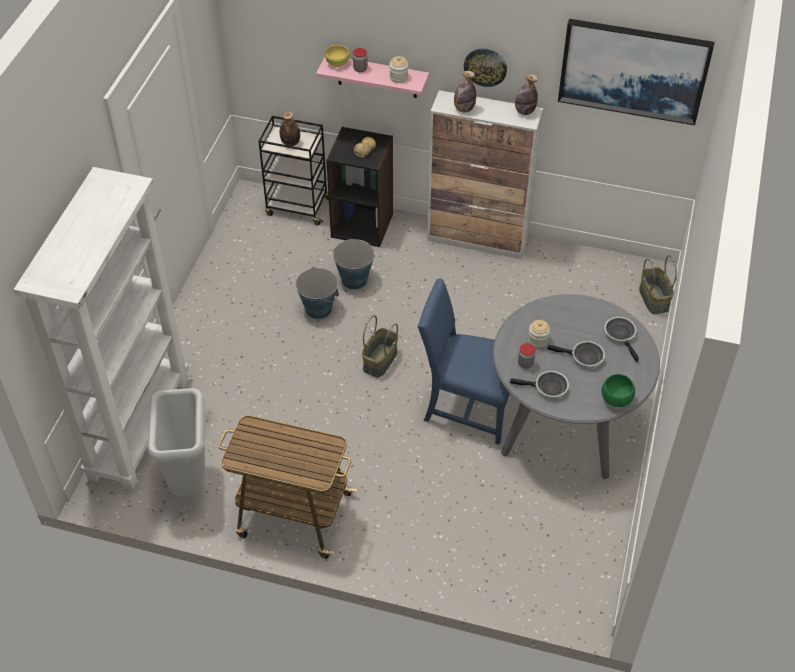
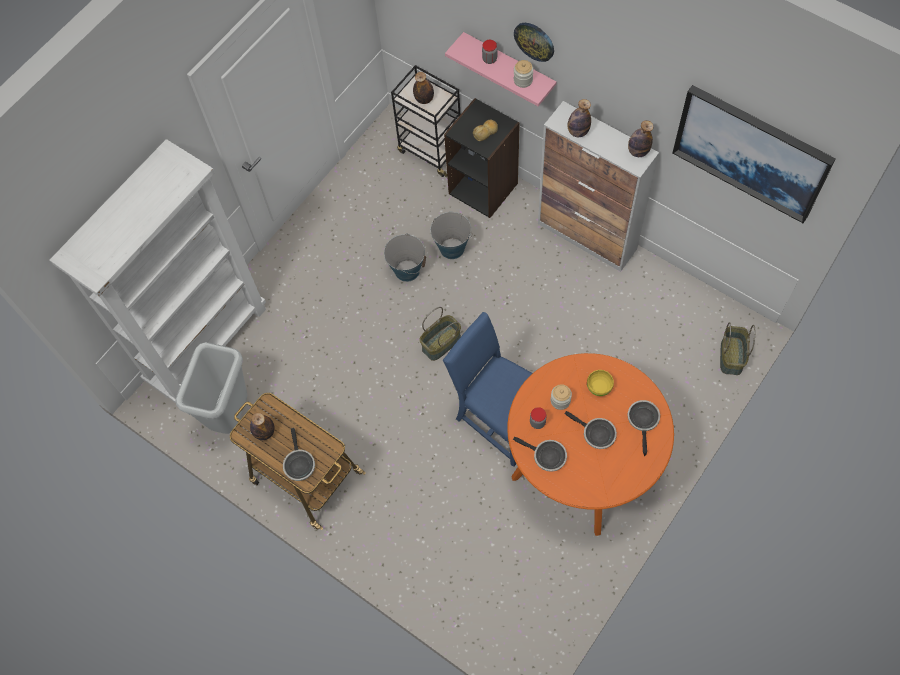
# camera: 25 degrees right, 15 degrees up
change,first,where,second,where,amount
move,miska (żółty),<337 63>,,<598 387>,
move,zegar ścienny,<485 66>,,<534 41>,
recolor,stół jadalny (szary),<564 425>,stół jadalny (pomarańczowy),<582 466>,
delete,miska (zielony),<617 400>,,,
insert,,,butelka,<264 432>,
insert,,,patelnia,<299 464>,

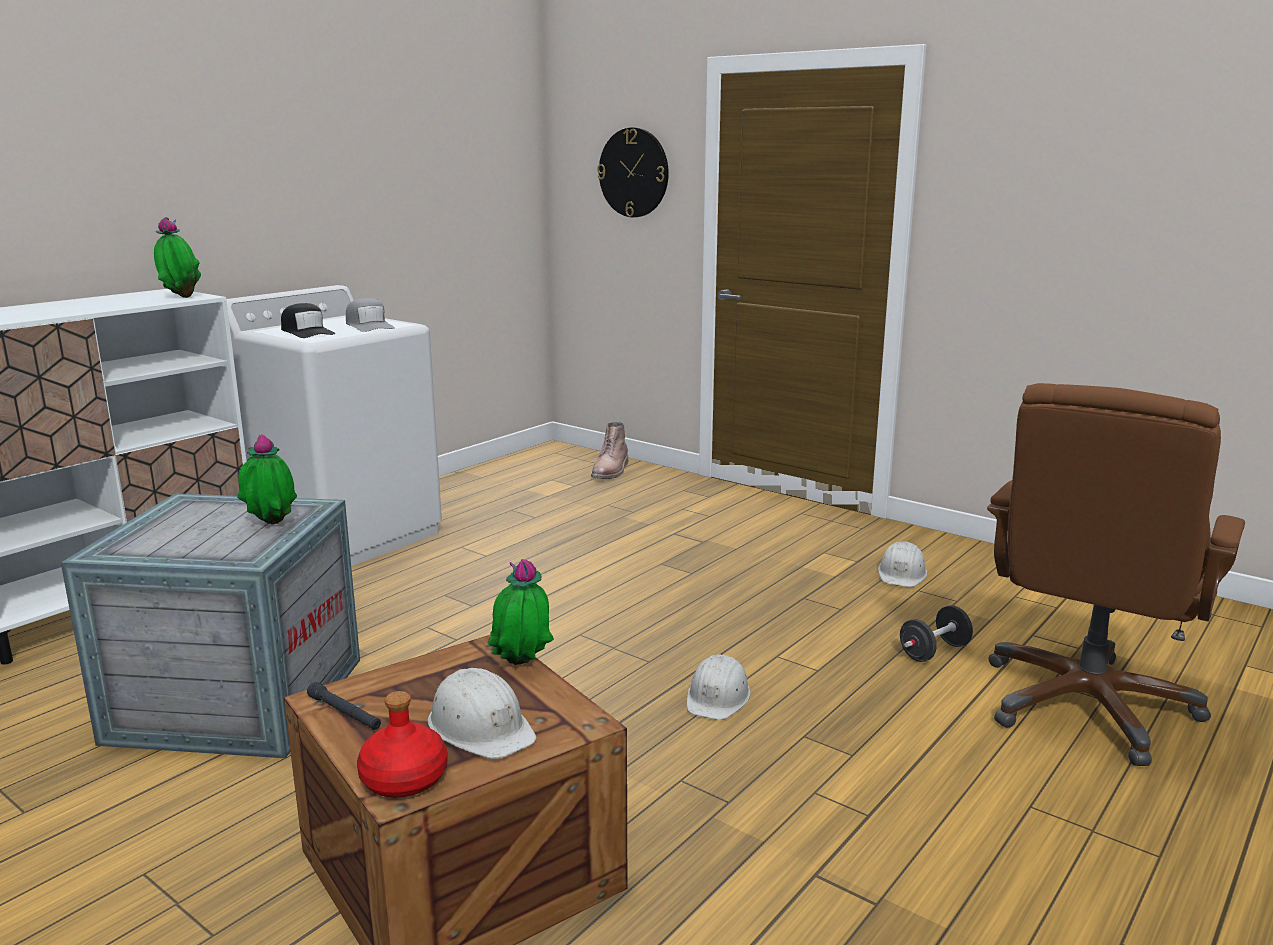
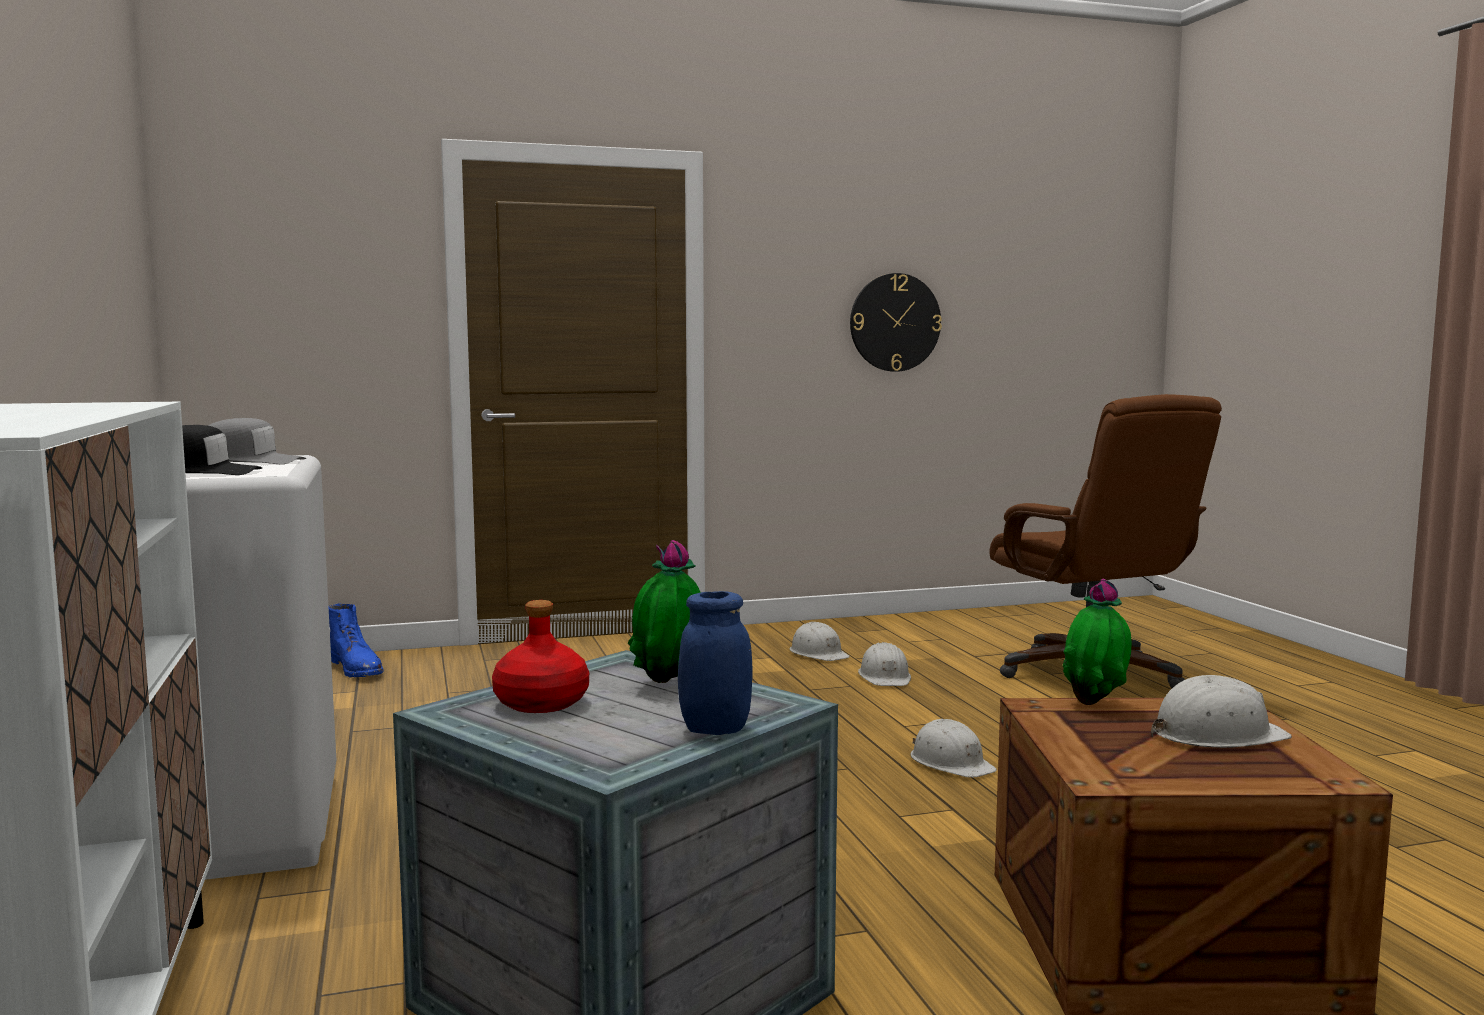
# camera: 55 degrees left, 10 degrees down
change,first,where,second,where,amount
delete,roślina doniczkowa,<180 297>,,,
delete,latarka (czarny),<344 713>,,,
move,butelka (czerwony),<403 779>,,<541 703>,
recolor,but z cholewką (brązowy),<611 471>,but z cholewką (niebieski),<357 669>,
move,zegar ścienny,<634 172>,,<895 322>,
delete,hantel (czarny),<934 652>,,,
insert,,,słoik (niebieski),<715 729>,
insert,,,kask (biały),<885 677>,

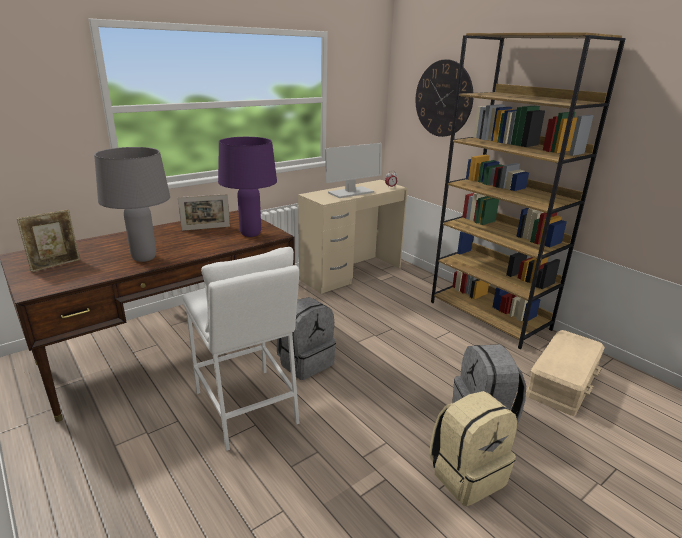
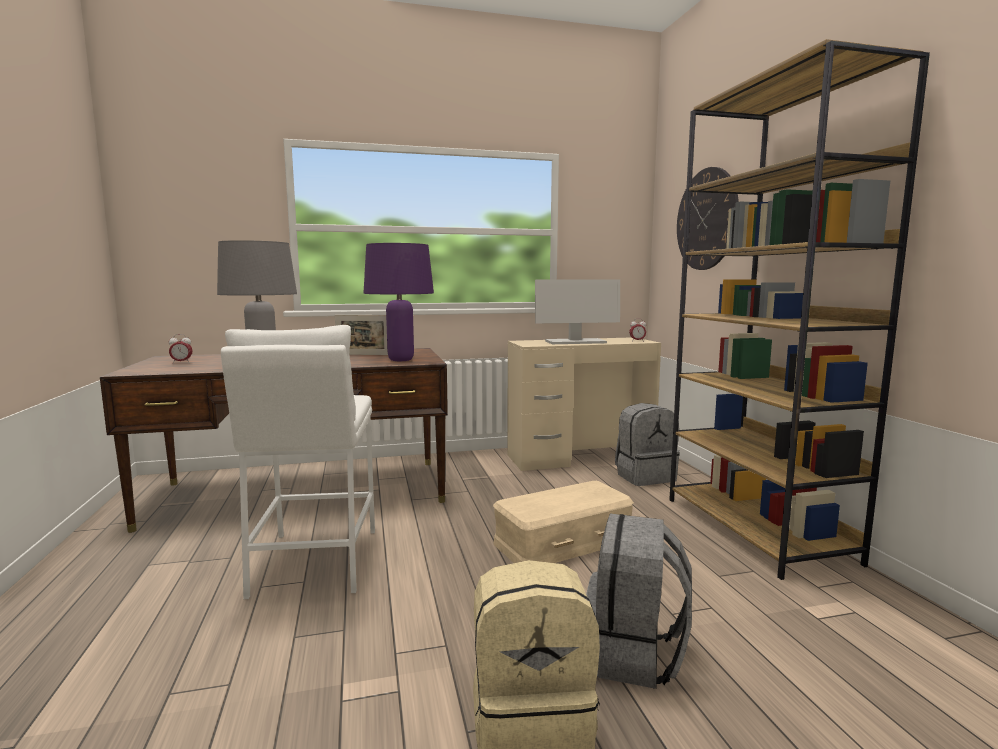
# camera: 25 degrees right, 15 degrees down
change,first,where,second,where,amount
replace,ramka na zdjęcie,<56 265>,budzik,<181 363>,
move,plecak (szary),<305 362>,,<644 476>,
move,pojemnik do przechowywania (beżowy),<561 381>,,<562 541>,

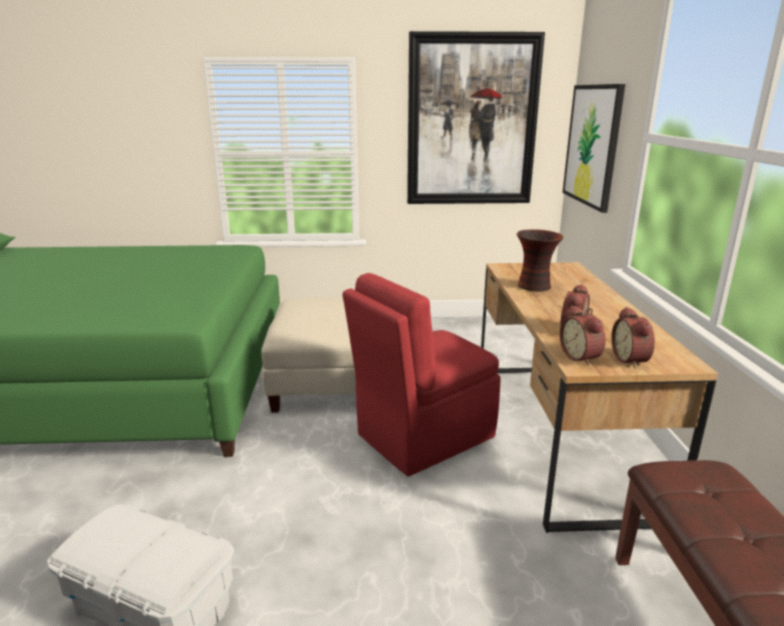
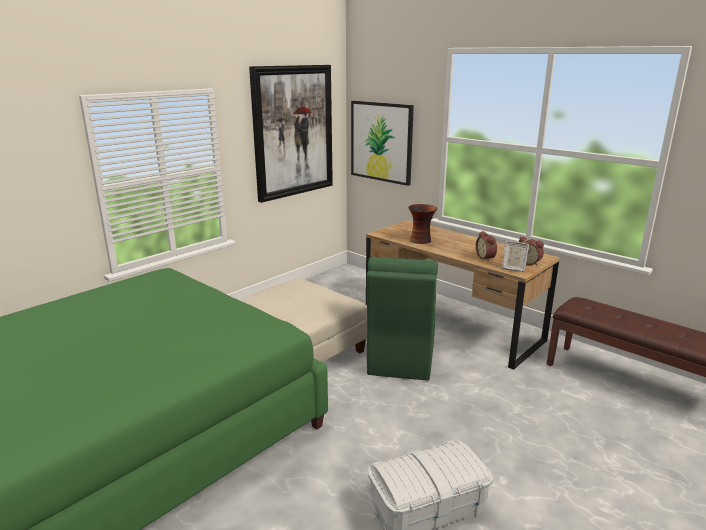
# camera: 45 degrees left, 0 degrees up
change,first,where,second,where,amount
recolor,krzesło (czerwony),<422 437>,krzesło (zielony),<400 358>,
replace,budzik,<581 357>,ramka na zdjęcie,<513 268>,

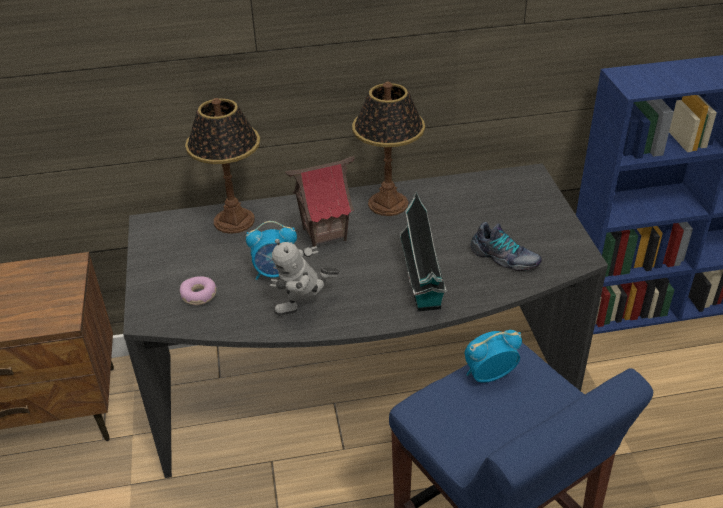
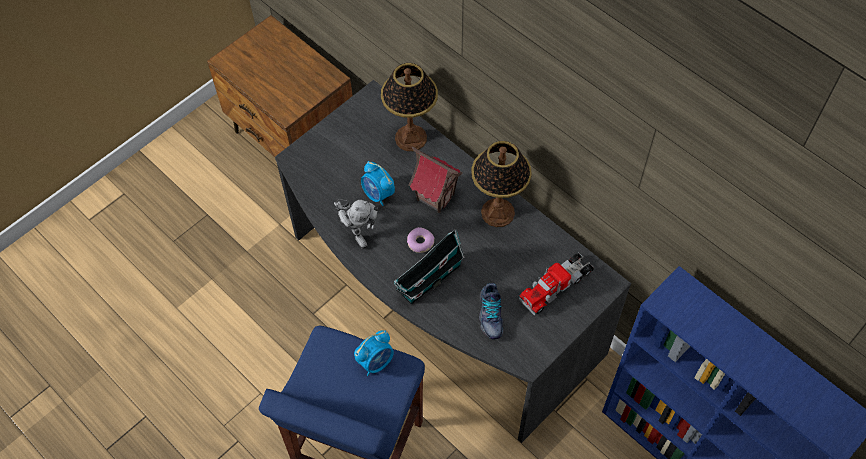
# camera: 55 degrees right, 20 degrees up
change,first,where,second,where,amount
move,donut,<199 295>,,<420 243>,
rotate,robot zabawkowy,<305 309>,,<357 231>,150 degrees counterclockwise
rotate,budzik,<488 375>,,<376 362>,105 degrees clockwise
insert,,,ciężarówka zabawkowa,<556 286>,

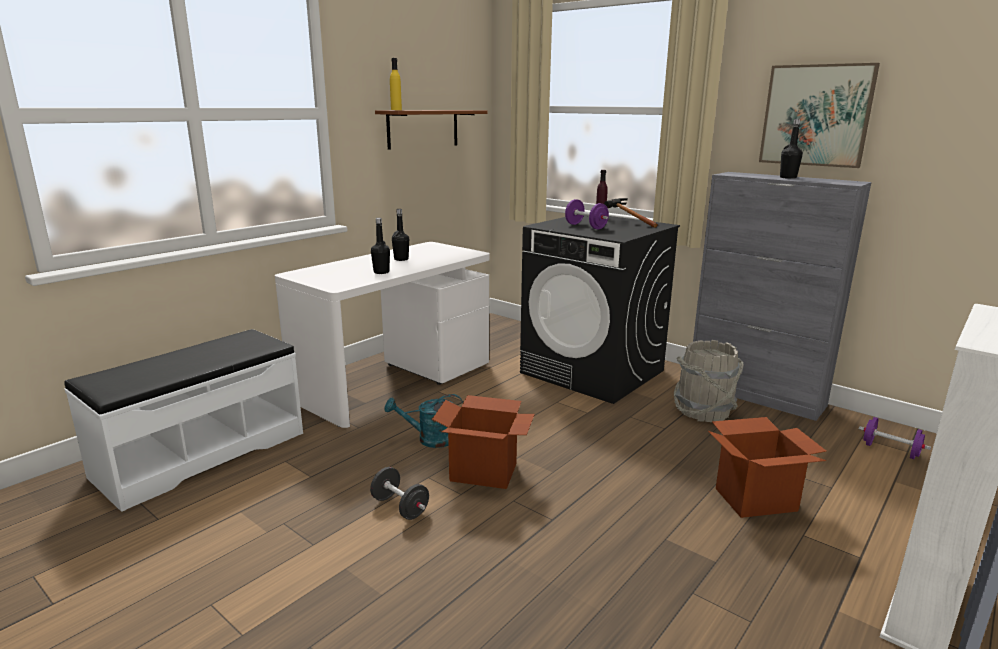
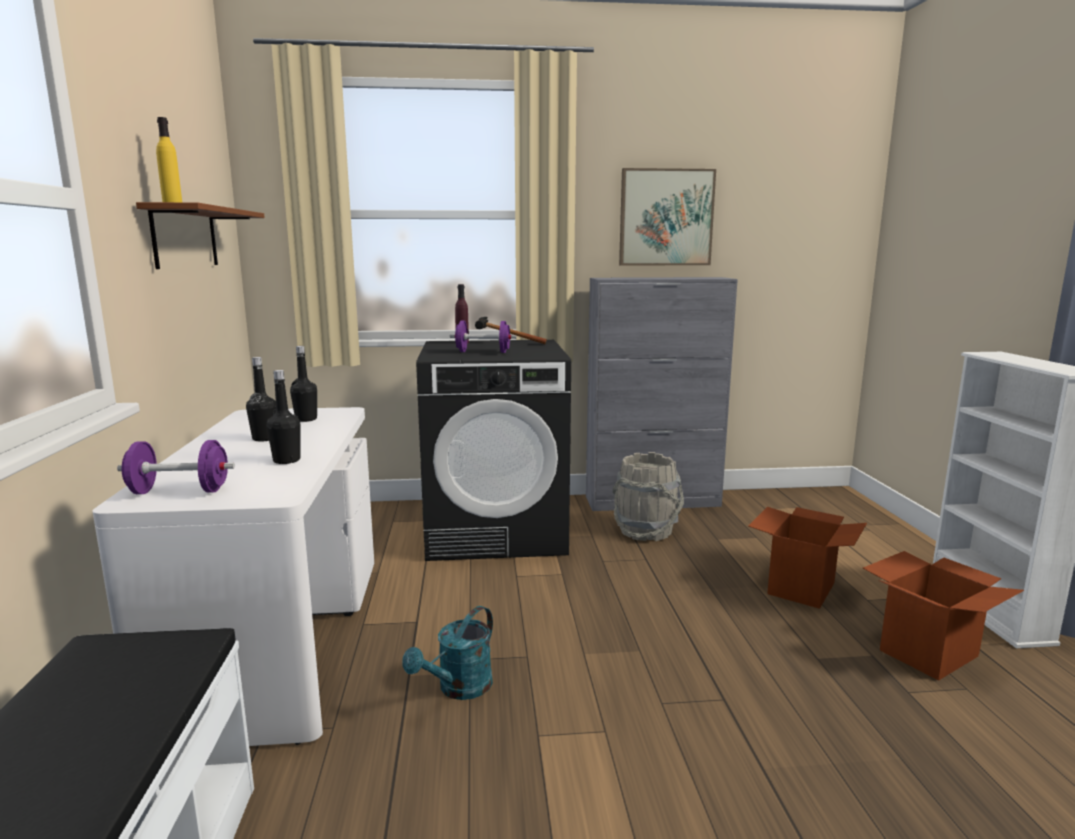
# camera: 45 degrees left, 5 degrees down
change,first,where,second,where,amount
delete,hantel (czarny),<400 507>,,,
move,karton,<484 472>,,<928 653>,
move,butelka (czarny),<788 177>,,<306 419>,
move,hantel (fioletowy),<890 450>,,<179 491>,

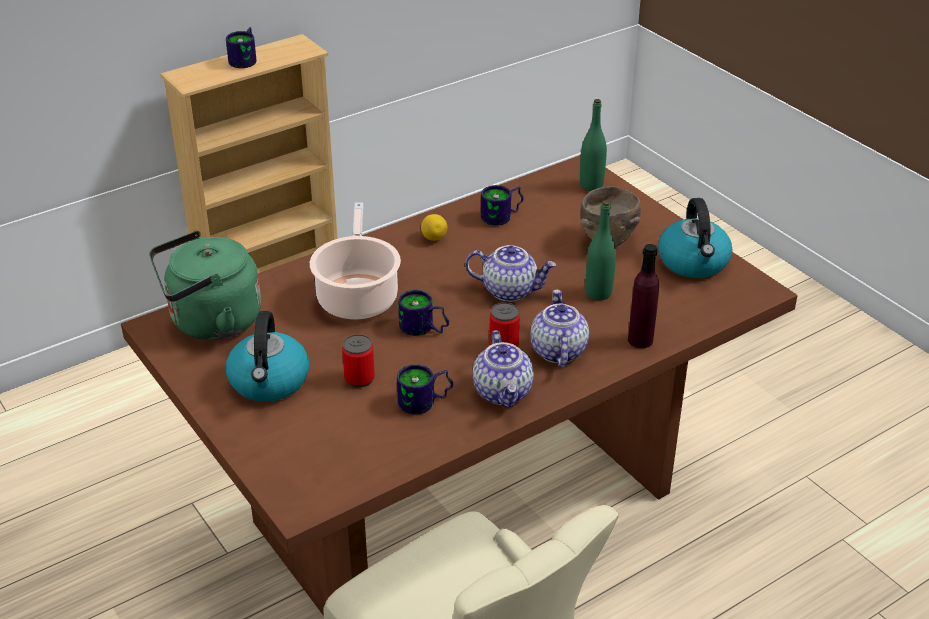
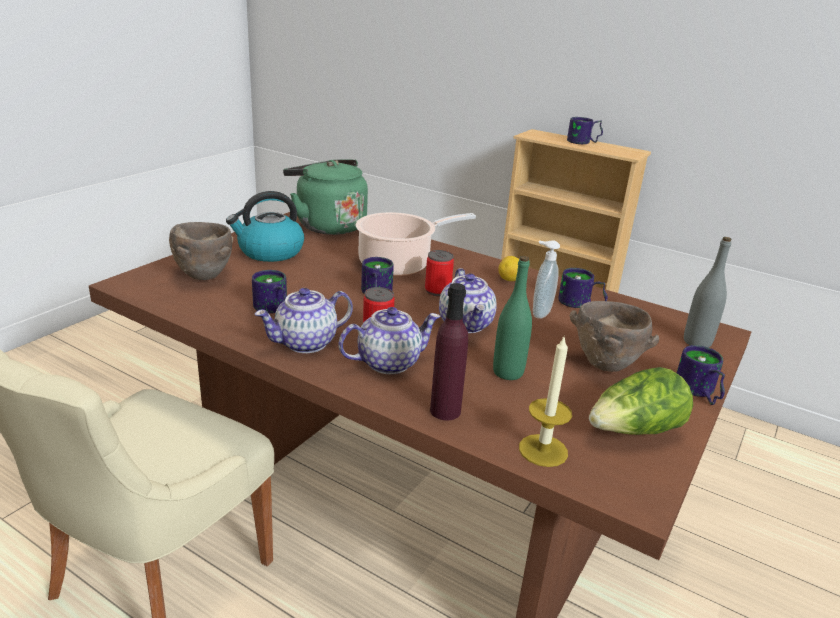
# camera: 65 degrees right, 10 degrees down
change,first,where,second,where,amount
move,puszka,<359 378>,,<437 291>,
recolor,butelka (zielony),<591 185>,butelka (szary),<697 342>,
replace,czajnik,<694 263>,sałata,<635 431>,
insert,,,miska (brązowy),<205 277>,
insert,,,świeca,<543 450>,
insert,,,dozownik mydła,<539 313>,
insert,,,kubek,<697 393>,

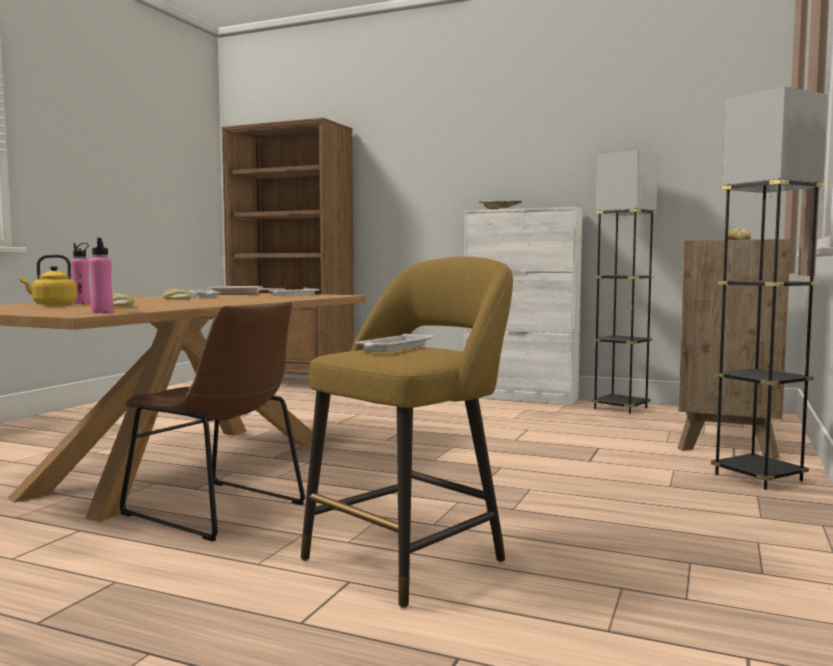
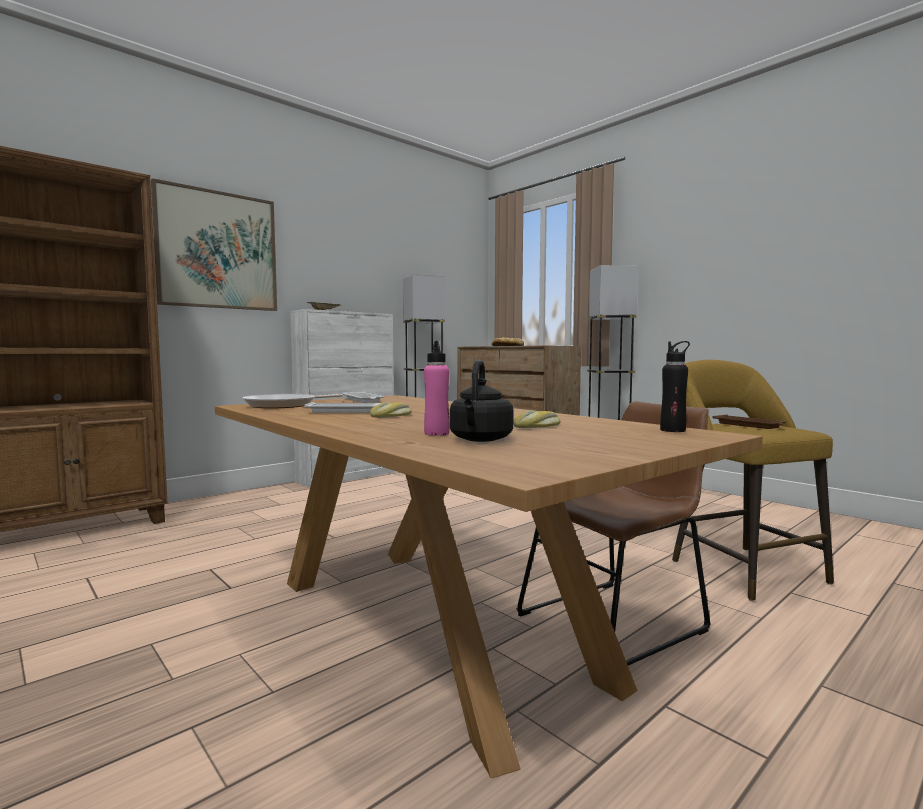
# camera: 65 degrees left, 0 degrees up
change,first,where,second,where,amount
recolor,czajnik (żółty),<52 305>,czajnik (czarny),<480 440>,
recolor,butelka (różowy),<102 312>,butelka (czarny),<673 430>,
recolor,taca (biały),<394 348>,taca (brązowy),<749 425>,
insert,,,obraz,<217 250>,

